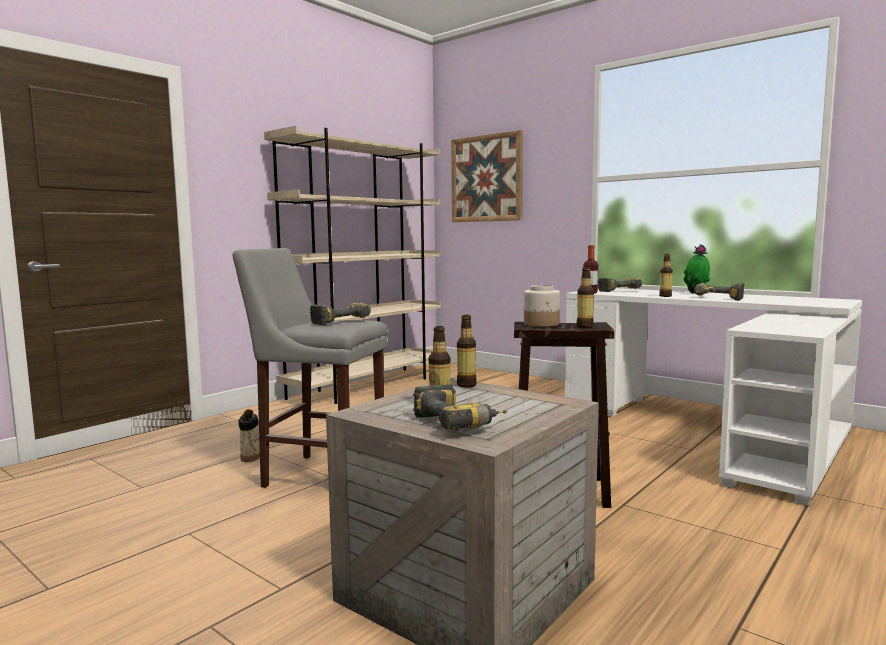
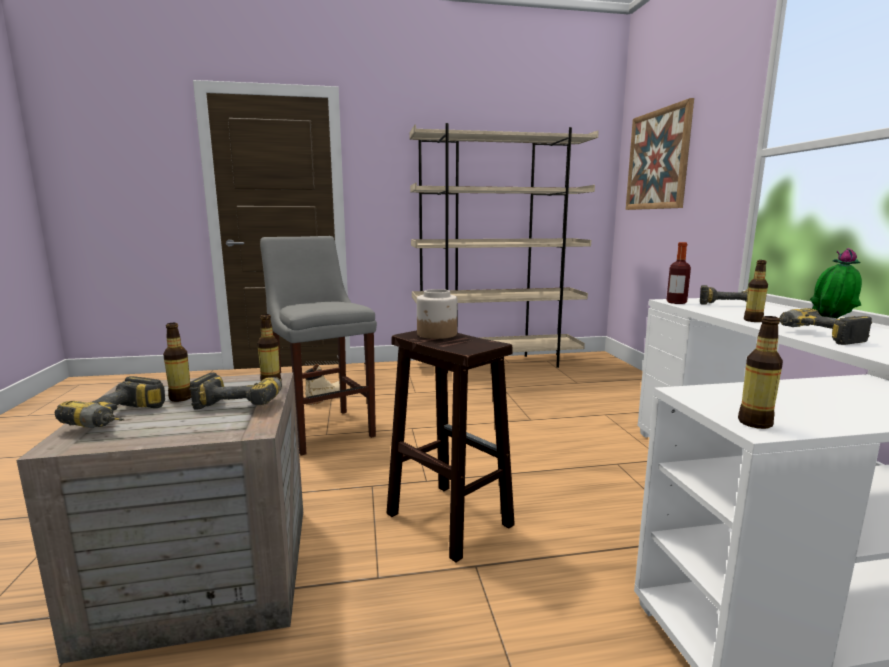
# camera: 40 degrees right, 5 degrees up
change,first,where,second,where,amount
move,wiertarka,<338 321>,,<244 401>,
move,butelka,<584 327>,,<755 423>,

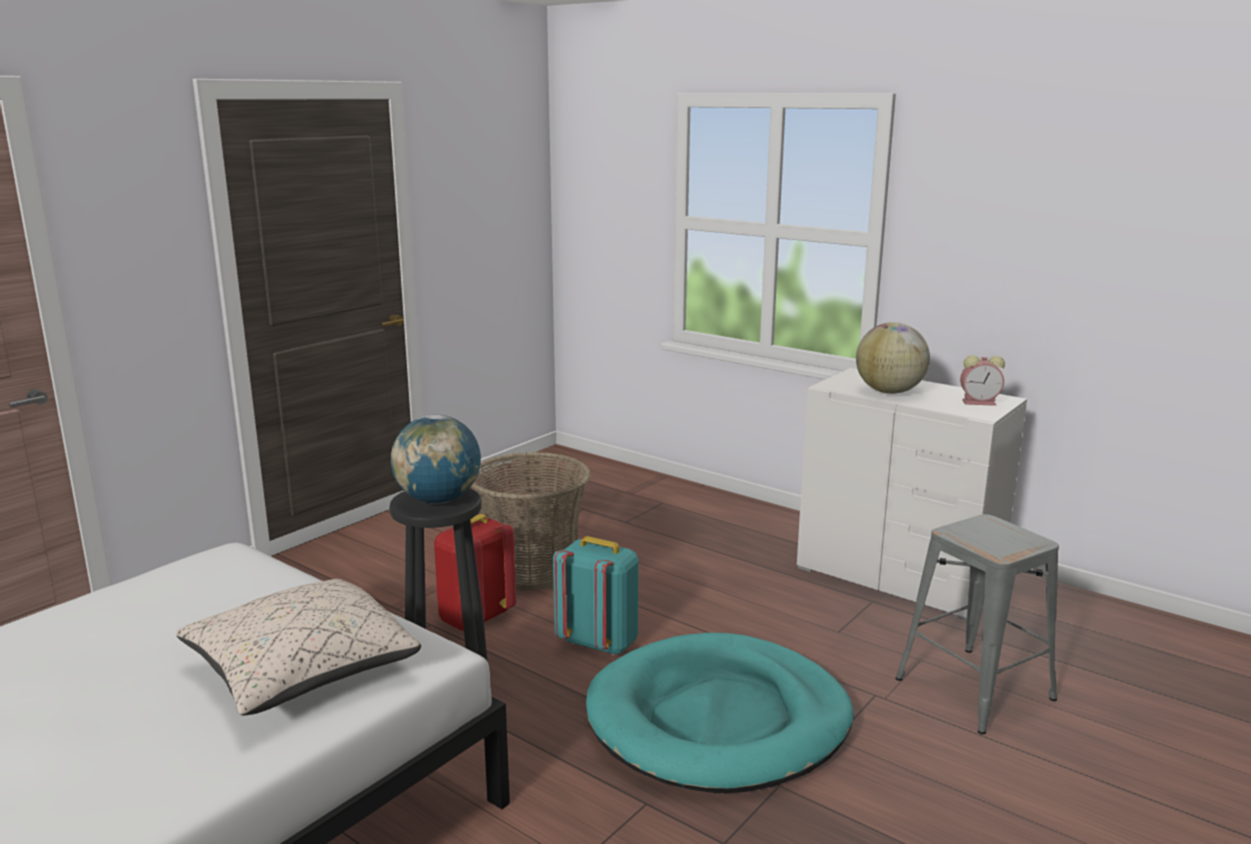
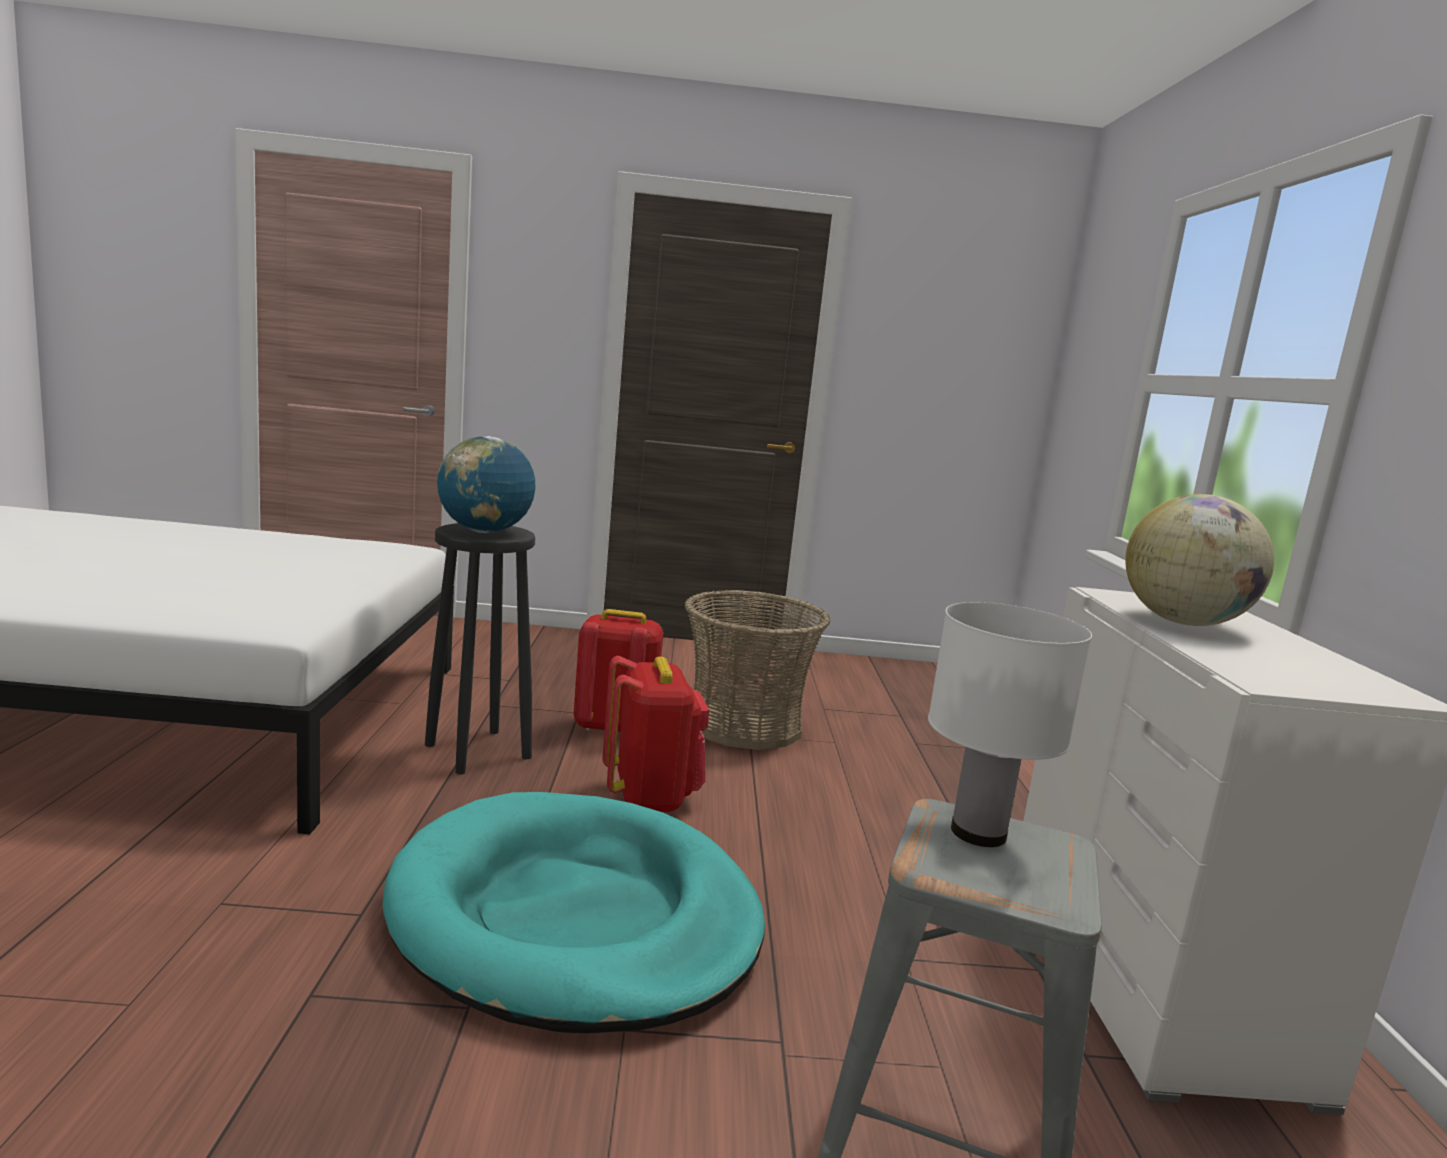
# camera: 50 degrees right, 5 degrees down
change,first,where,second,where,amount
delete,poduszka (beżowy),<301 672>,,,
recolor,plecak (turkusowy),<599 642>,plecak (czerwony),<650 797>,
delete,budzik,<980 402>,,,
insert,,,lampa stołowa (biały),<979 834>,

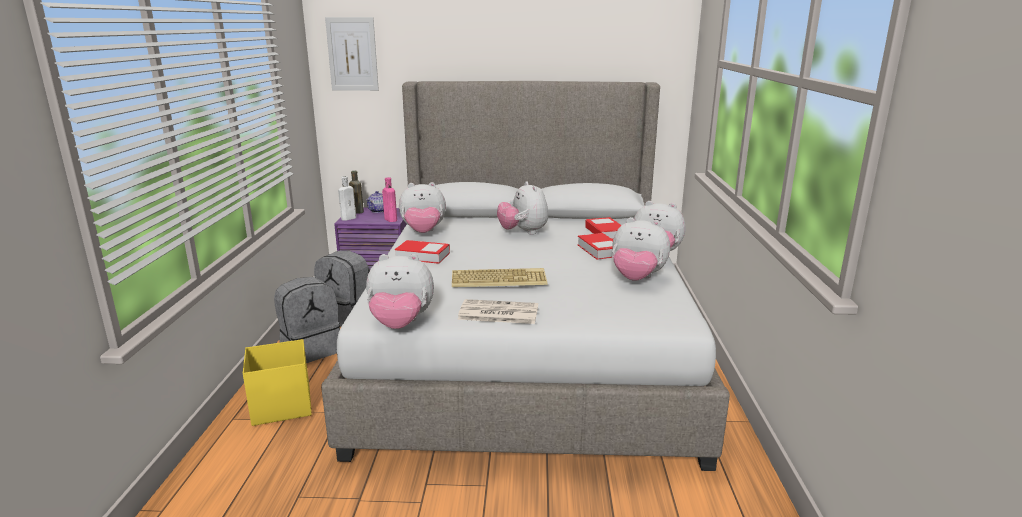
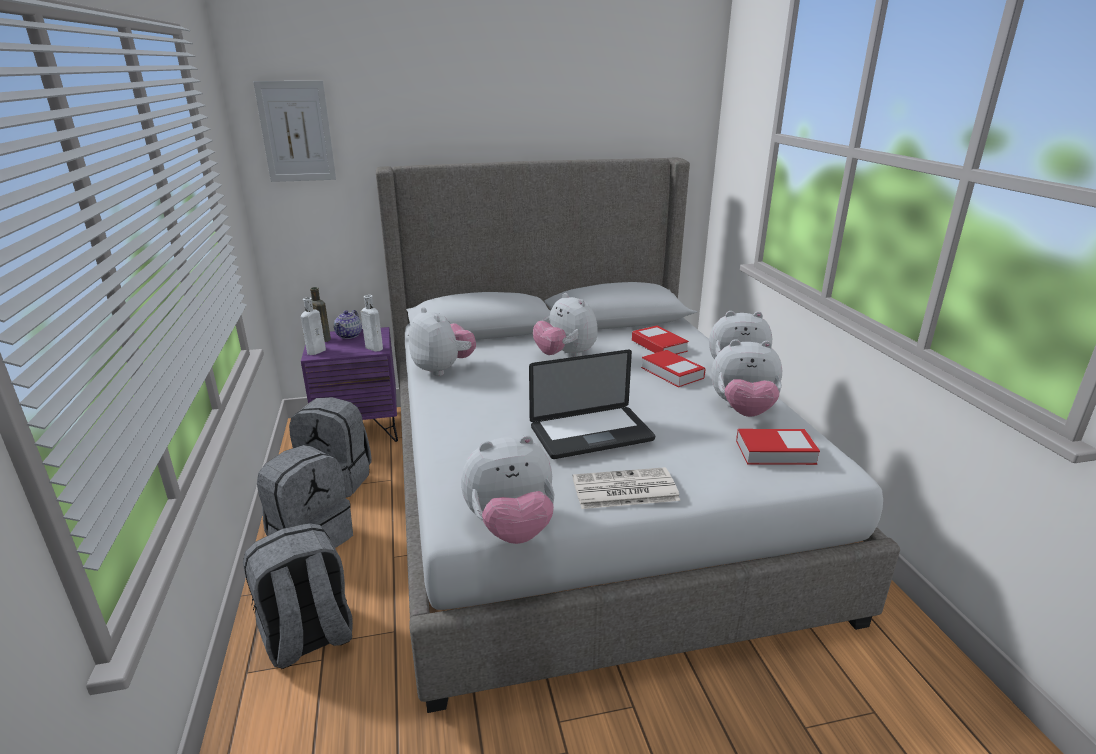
# camera: 15 degrees left, 5 degrees up
change,first,where,second,where,amount
replace,pojemnik do przechowywania (żółty),<281 406>,plecak (szary),<308 638>,
recolor,butelka (różowy),<390 219>,butelka (biały),<373 348>,
move,książka,<422 256>,,<775 452>,
rotate,pluszak,<423 232>,,<443 369>,105 degrees counterclockwise
replace,klawiatura,<499 279>,laptop,<591 434>,

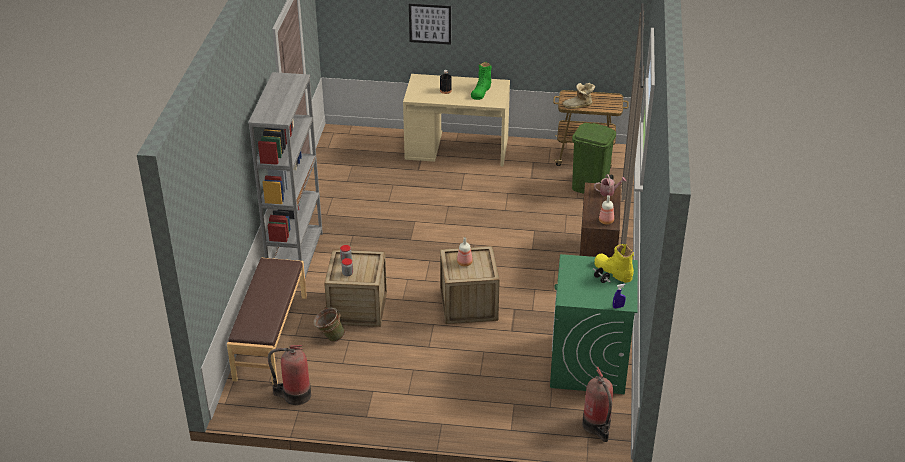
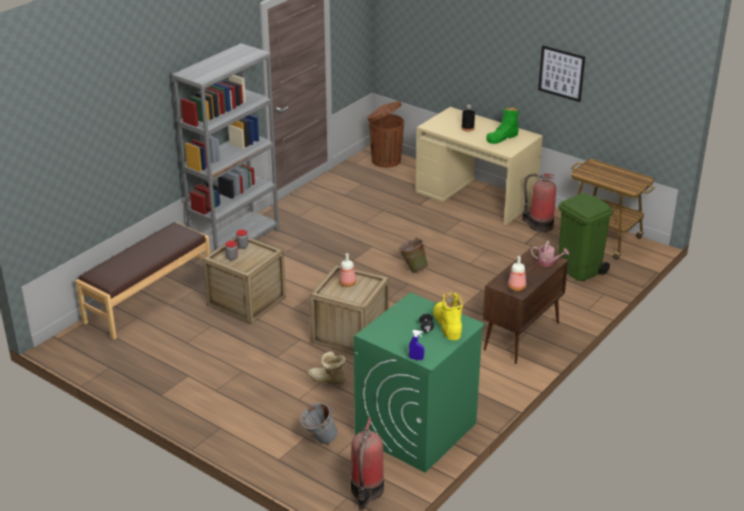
# camera: 30 degrees right, 5 degrees down
change,first,where,second,where,amount
move,gaśnica,<294 395>,,<539 225>,
move,wiadro (zielony),<329 337>,,<412 268>,
move,obraz,<430 23>,,<561 73>,
move,but z cholewką,<578 106>,,<327 380>,
insert,,,wiadro (szary),<319 440>,
insert,,,kosz na śmieci (brązowy),<385 160>,

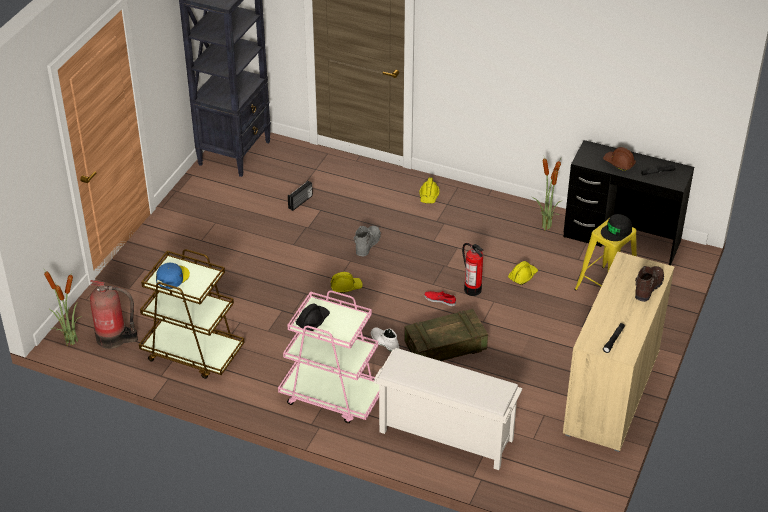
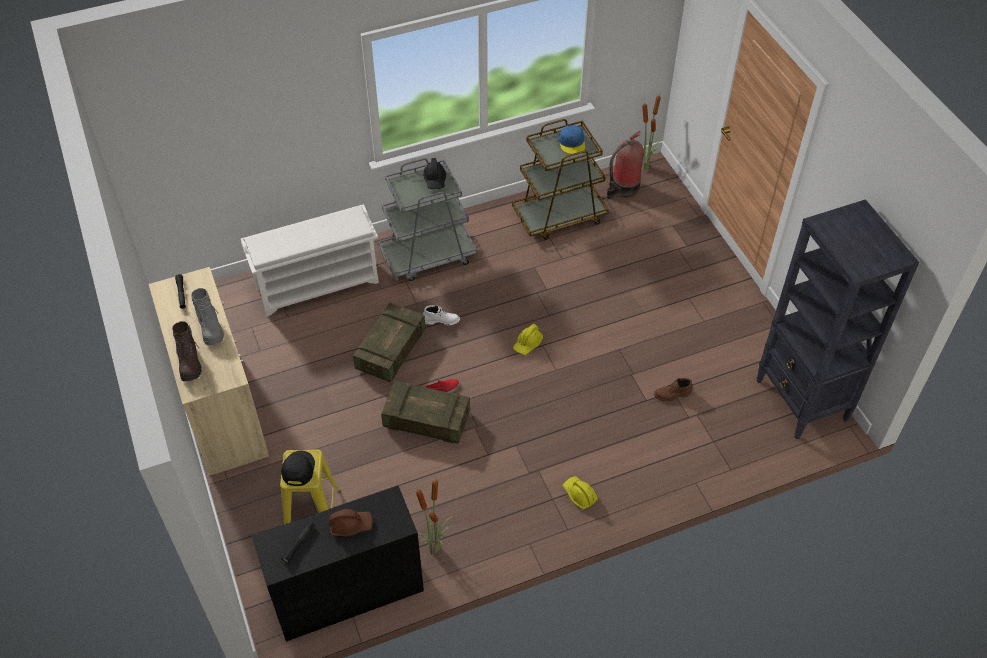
# camera: 135 degrees right, 10 degrees up
change,first,where,second,where,amount
recolor,wózek (różowy),<332 396>,wózek (szary),<428 256>,
replace,radio,<301 202>,but z cholewką (brązowy),<672 395>,
move,but z cholewką (szary),<367 245>,,<210 328>,
replace,gaśnica,<472 289>,skrzynka,<426 420>,
delete,kask (żółty),<522 276>,,,

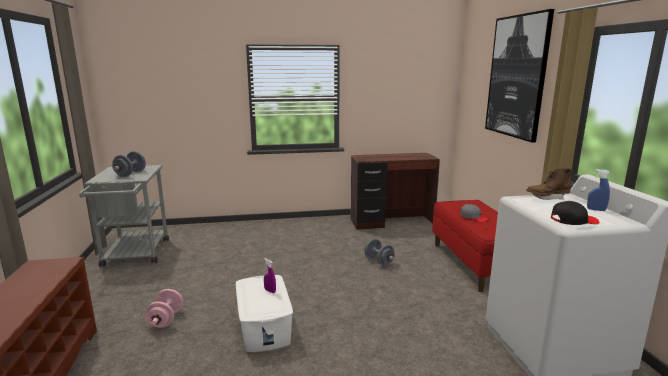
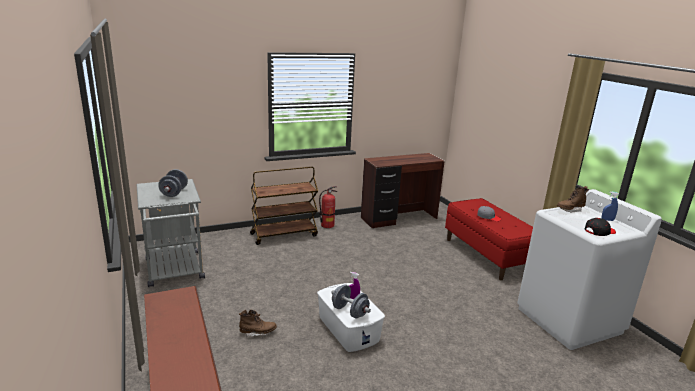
# camera: 15 degrees left, 5 degrees up
change,first,where,second,where,amount
replace,hantel (różowy),<166 319>,but z cholewką (brązowy),<257 332>,
move,hantel (szary),<379 261>,,<349 311>,
delete,obraz,<517 76>,,,
insert,,,wózek (brązowy),<284 234>,
insert,,,gaśnica,<327 225>,

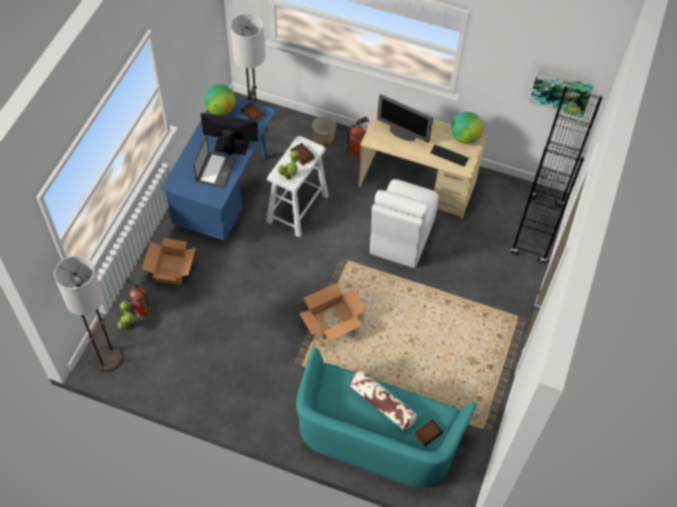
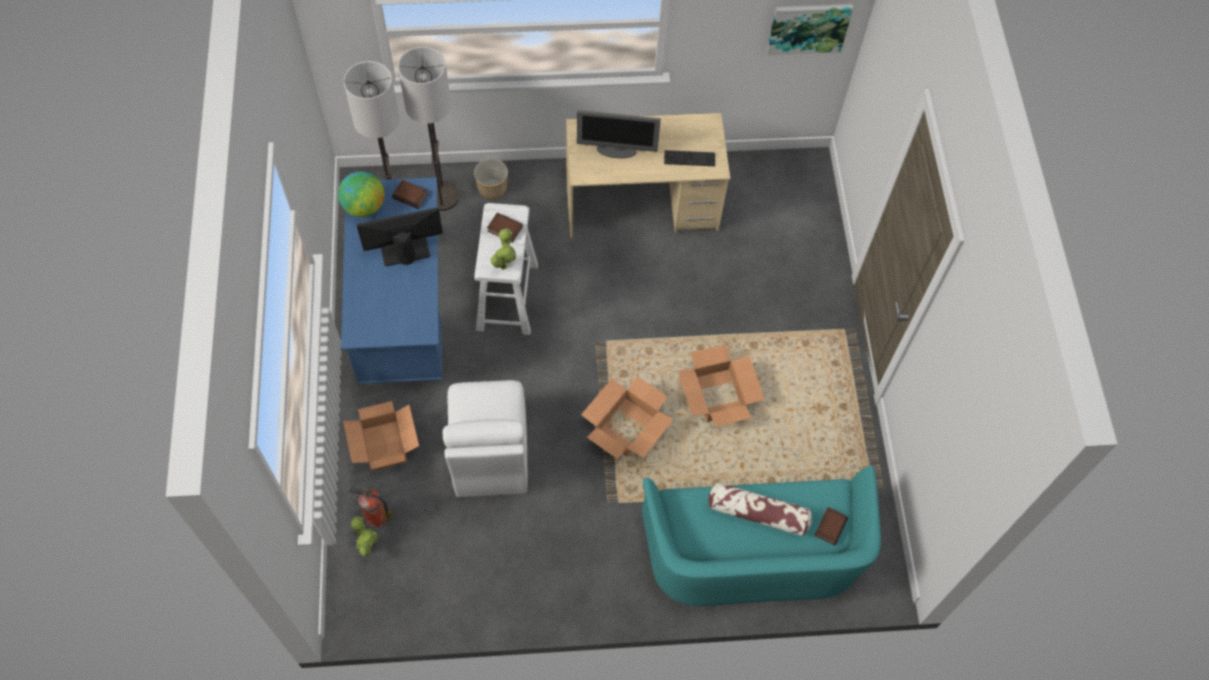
# camera: 25 degrees left, 5 degrees up
change,first,where,second,where,amount
move,lampa stojąca,<107 358>,,<442 196>,
delete,laptop,<216 170>,,,
delete,gaśnica,<356 151>,,,
move,krzesło (biały),<400 238>,,<489 456>,
delete,globus,<464 137>,,,
delete,regał (czarny),<536 230>,,,
insert,,,karton,<718 395>,

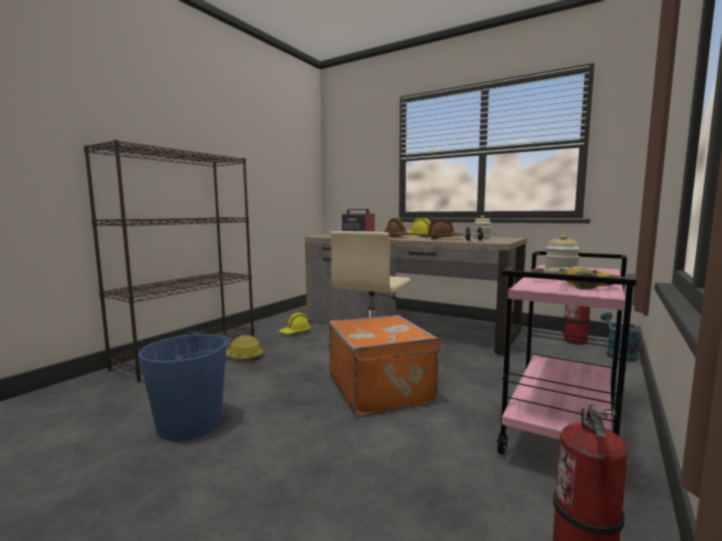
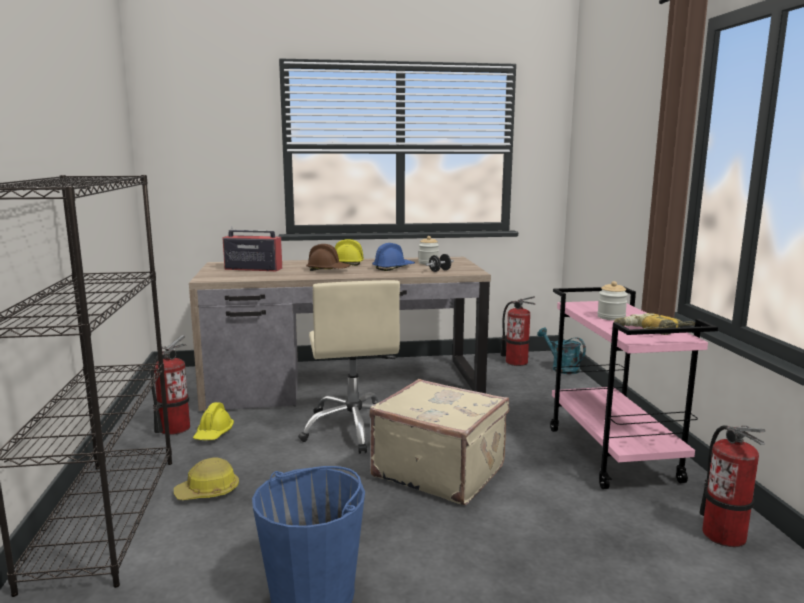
# camera: 40 degrees left, 5 degrees up
change,first,where,second,where,amount
recolor,walizka (pomarańczowy),<381 389>,walizka (beżowy),<439 470>,
recolor,kask (brązowy),<444 238>,kask (niebieski),<393 268>,
insert,,,gaśnica,<174 428>,

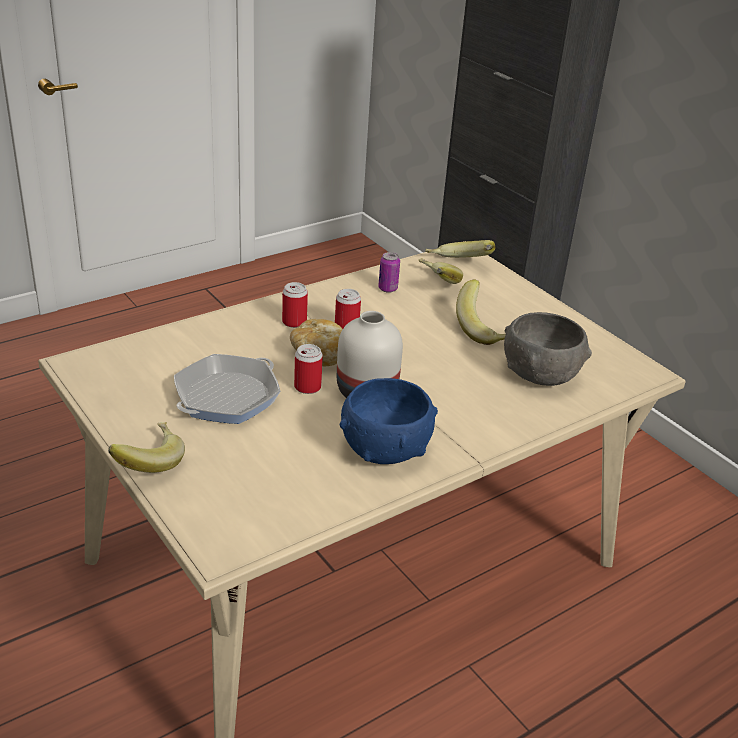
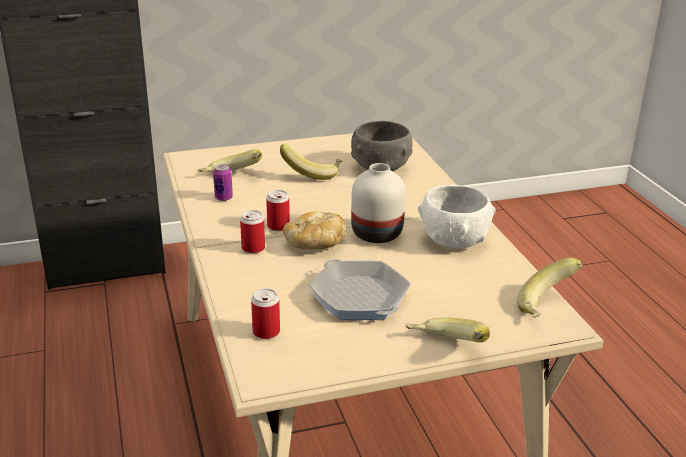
# camera: 70 degrees left, 5 degrees down
change,first,where,second,where,amount
move,puszka,<307 387>,,<266 332>,
recolor,miska (niebieski),<385 449>,miska (biały),<453 239>,
move,banan,<458 265>,,<548 307>,

